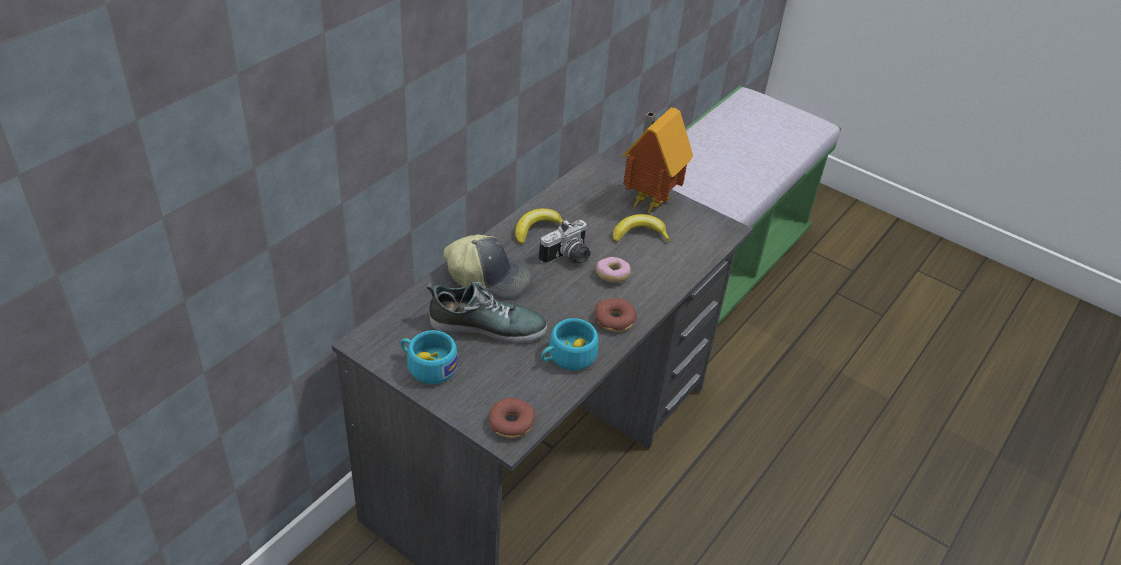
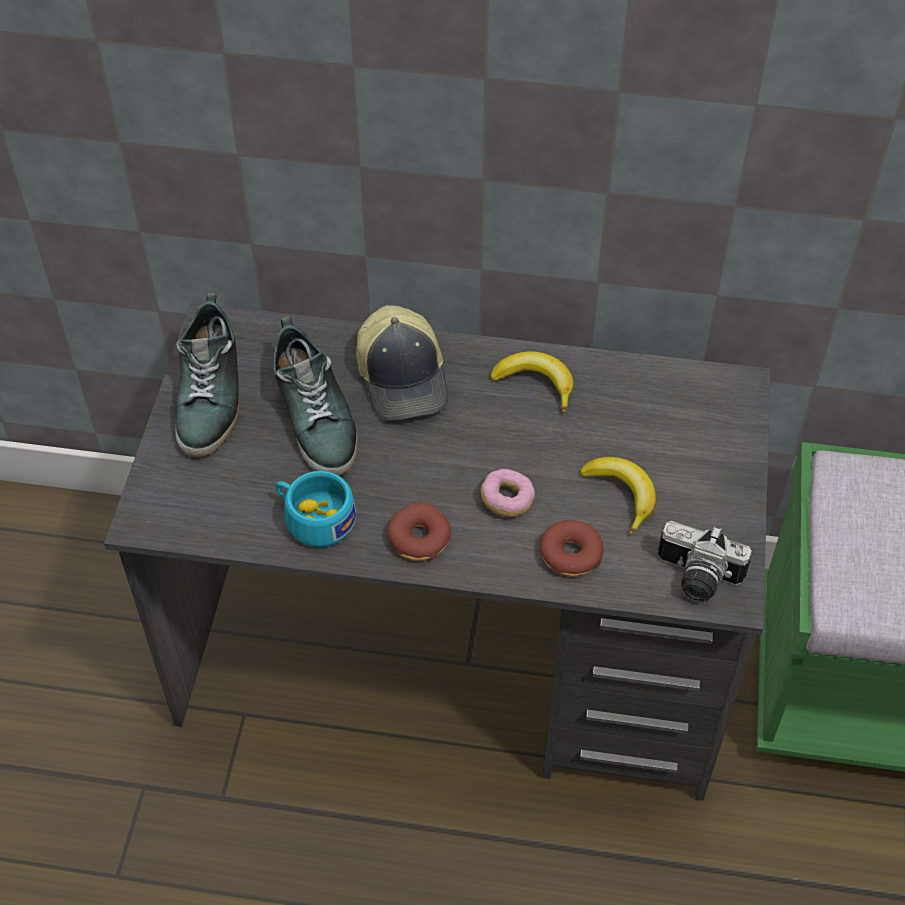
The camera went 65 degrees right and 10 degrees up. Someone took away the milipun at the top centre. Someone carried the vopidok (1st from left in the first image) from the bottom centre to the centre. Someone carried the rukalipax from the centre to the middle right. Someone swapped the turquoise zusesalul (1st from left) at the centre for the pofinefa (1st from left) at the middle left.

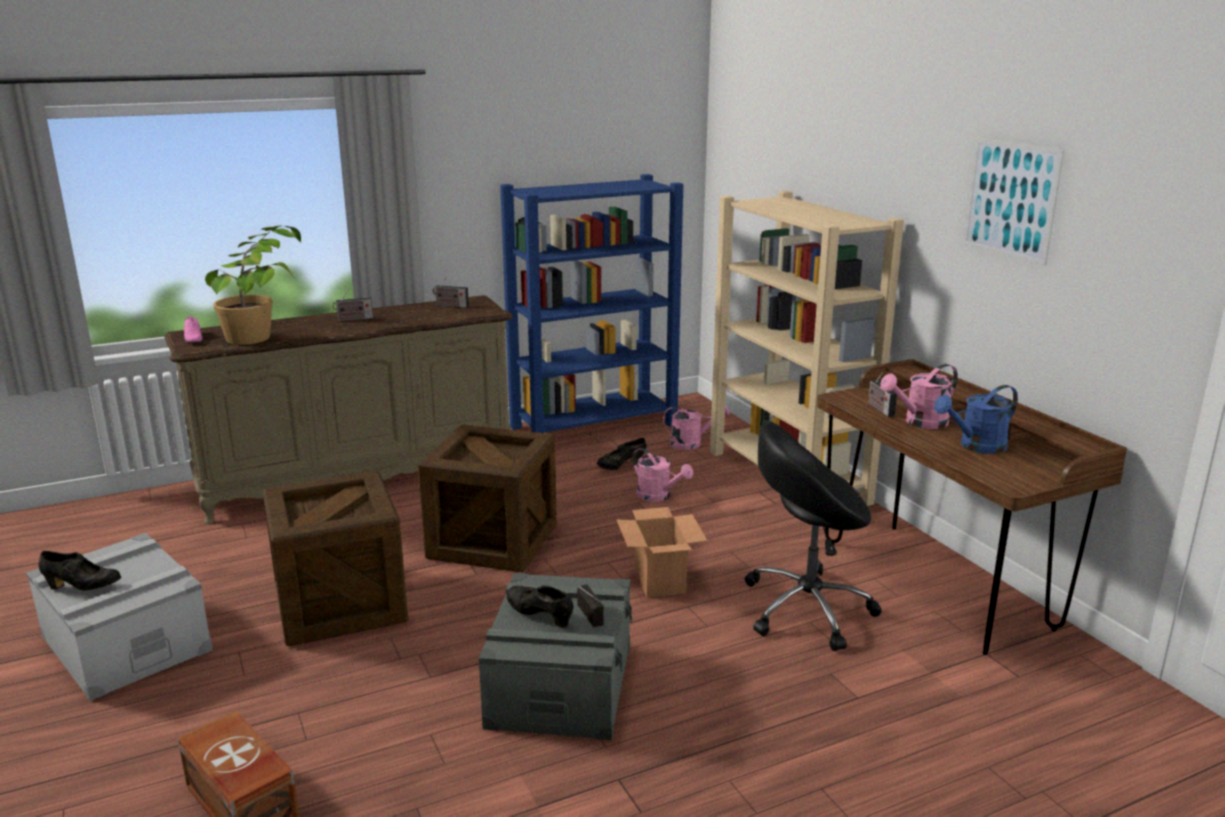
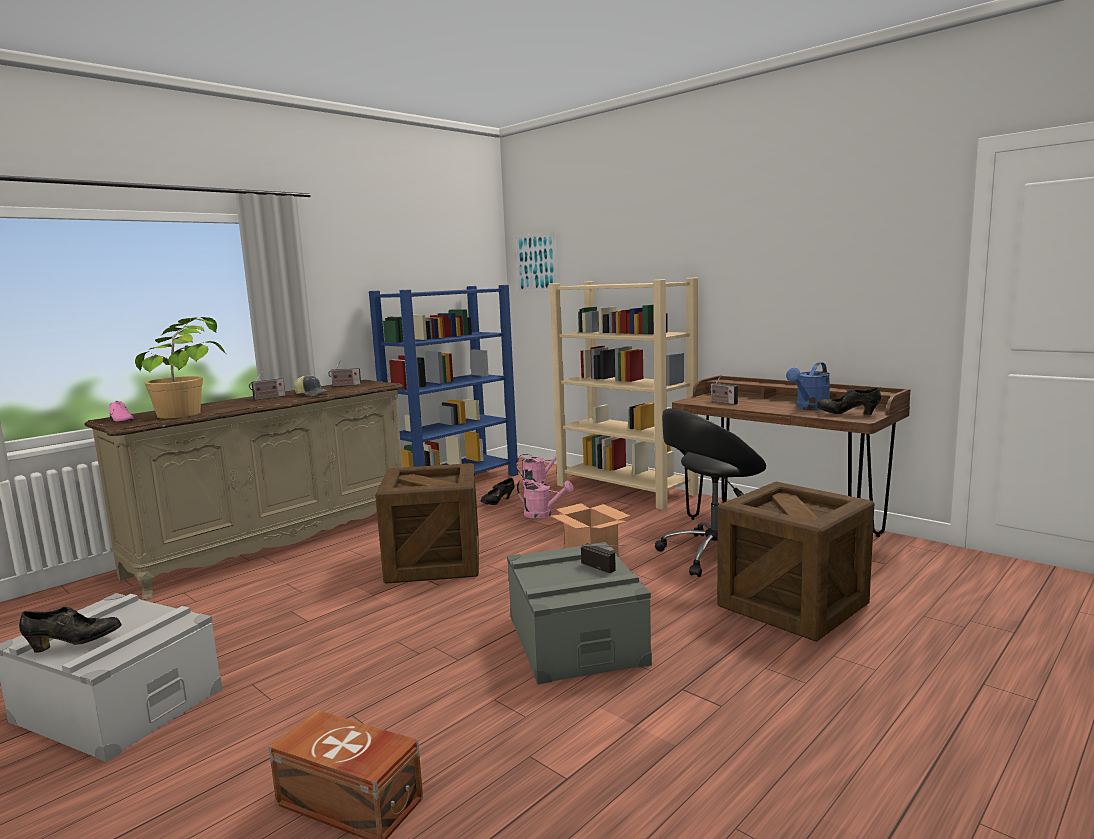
The camera went 20 degrees left and 10 degrees down. Someone took away the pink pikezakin (3rd from left) at the middle right. Someone put down the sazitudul at the middle left. Someone carried the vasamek (1st from left in the first image) from the bottom left to the bottom right. Someone carried the black pofinefa (2nd from left in the first image) from the bottom centre to the middle right. Someone carried the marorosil from the top right to the top centre.

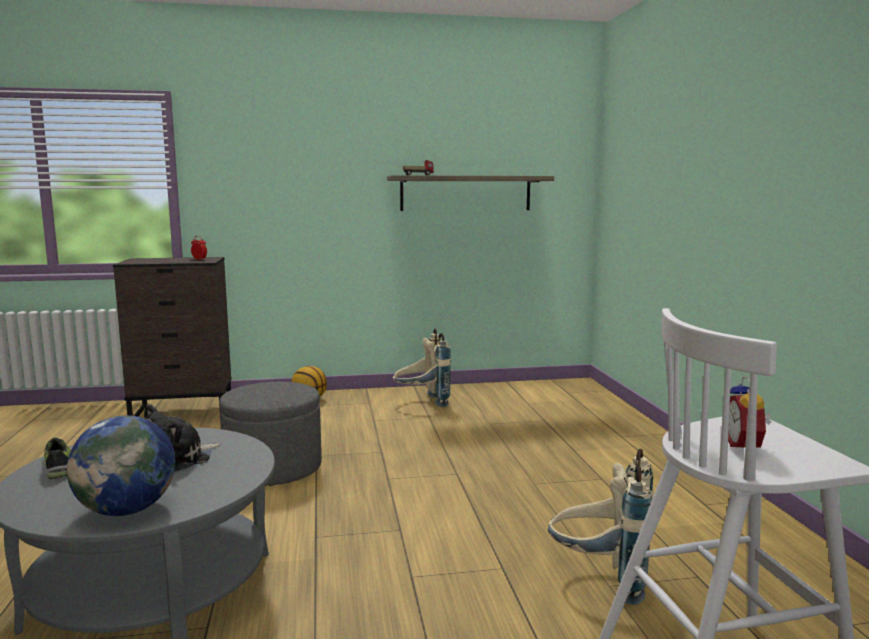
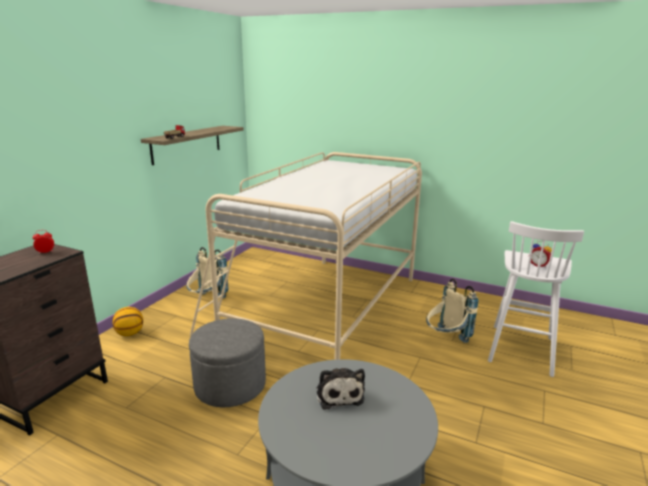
The camera went 55 degrees left and 10 degrees up. Someone took away the pofinefa at the bottom left. Someone took away the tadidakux at the bottom left. Someone put down the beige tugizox at the centre.

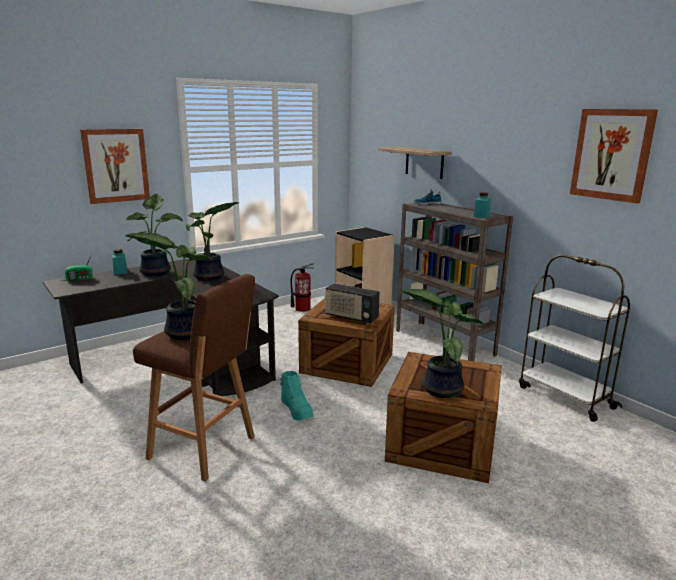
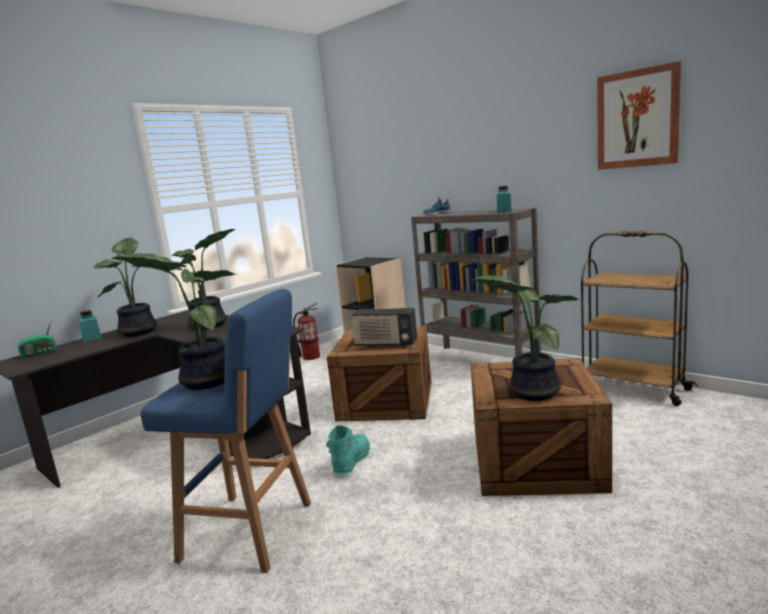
The camera went 10 degrees left and 5 degrees down. Someone took away the marorosil (1st from left) at the top left. Someone took away the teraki at the top centre. Someone repainted the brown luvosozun at the middle left, which became the blue luvosozun at the bottom left. Someone repainted the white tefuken at the middle right, which became the brown tefuken at the middle right. Someone rotated the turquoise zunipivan at the bottom centre by 120 degrees counterclockwise.

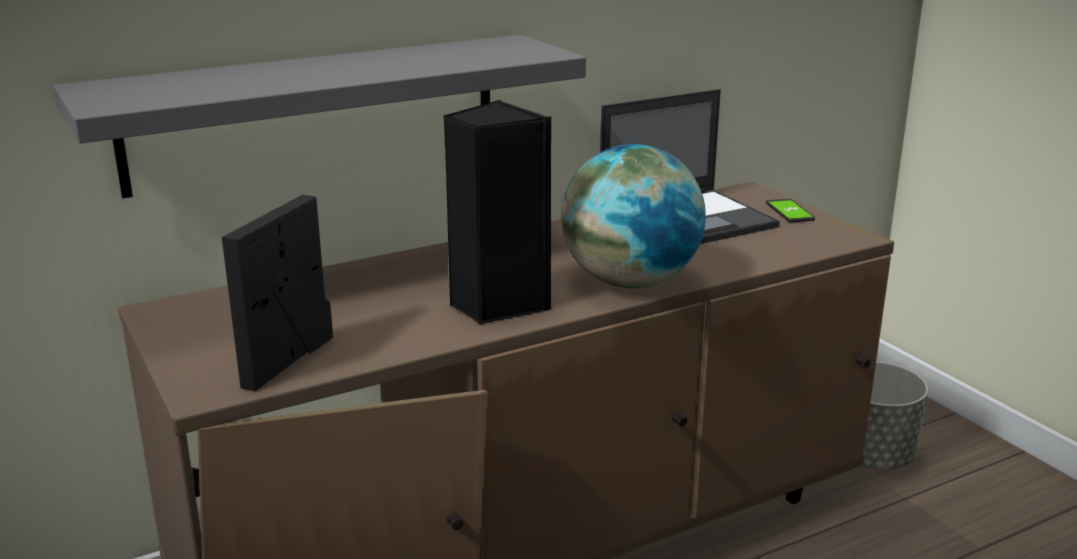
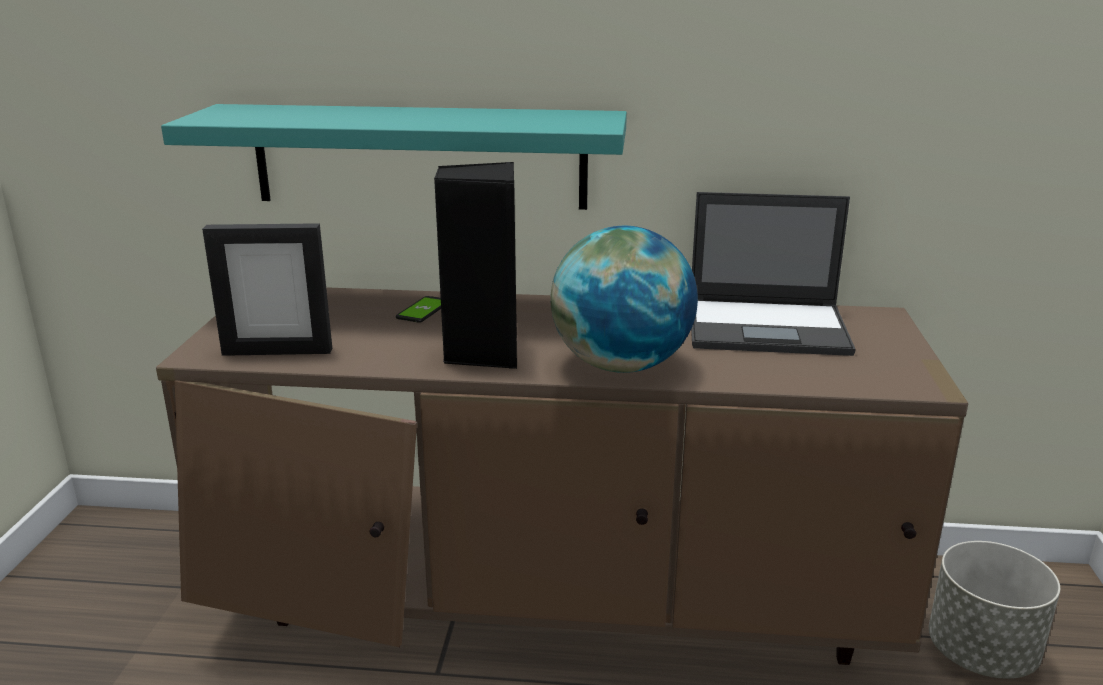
The camera went 35 degrees right and 0 degrees up. Someone carried the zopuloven from the middle right to the centre. Someone repainted the grey teraki at the top left, which became the turquoise teraki at the top centre. Someone rotated the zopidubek at the middle left by 150 degrees counterclockwise.

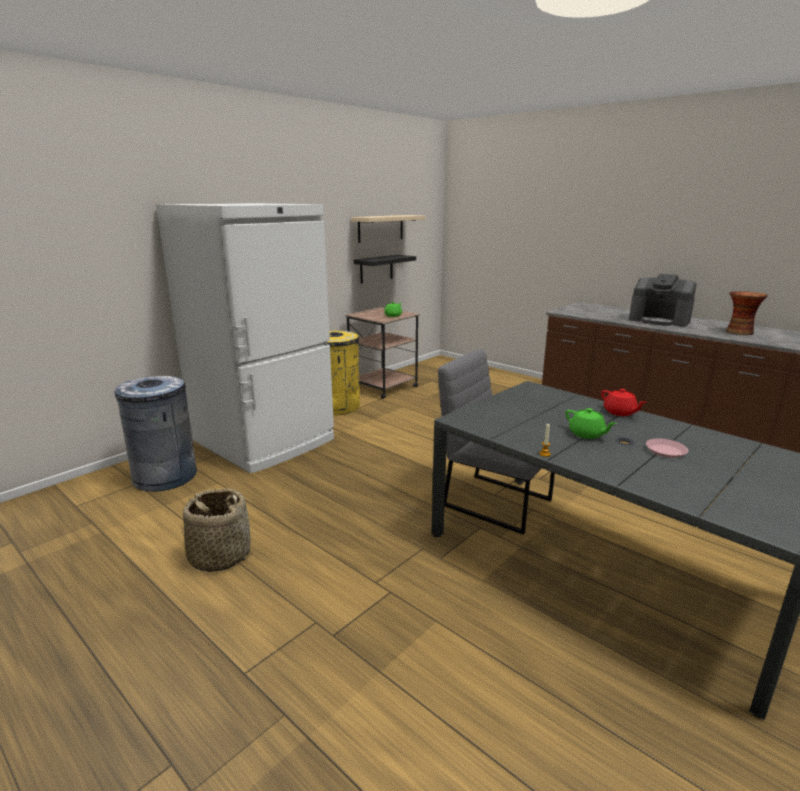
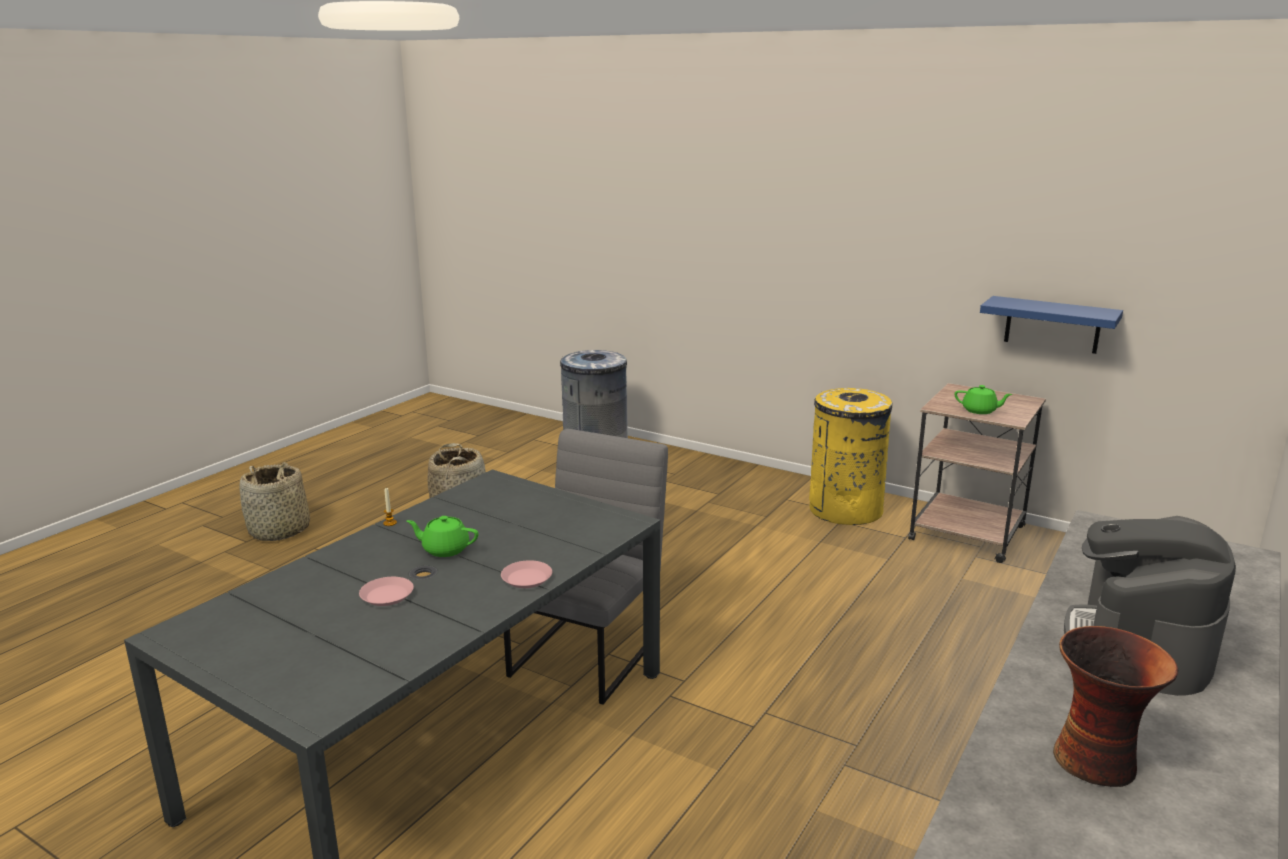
The camera went 80 degrees right and 0 degrees up. Someone took away the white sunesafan at the middle left. Someone took away the beige teraki at the top centre. Someone put down the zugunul (1st from left) at the middle left. Someone swapped the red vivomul at the middle right for the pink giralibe (2nd from left) at the bottom centre. Someone repainted the black teraki at the centre, which became the blue teraki at the middle right. Someone rotated the green vivomul (2nd from left in the first image) at the middle right by 60 degrees clockwise.

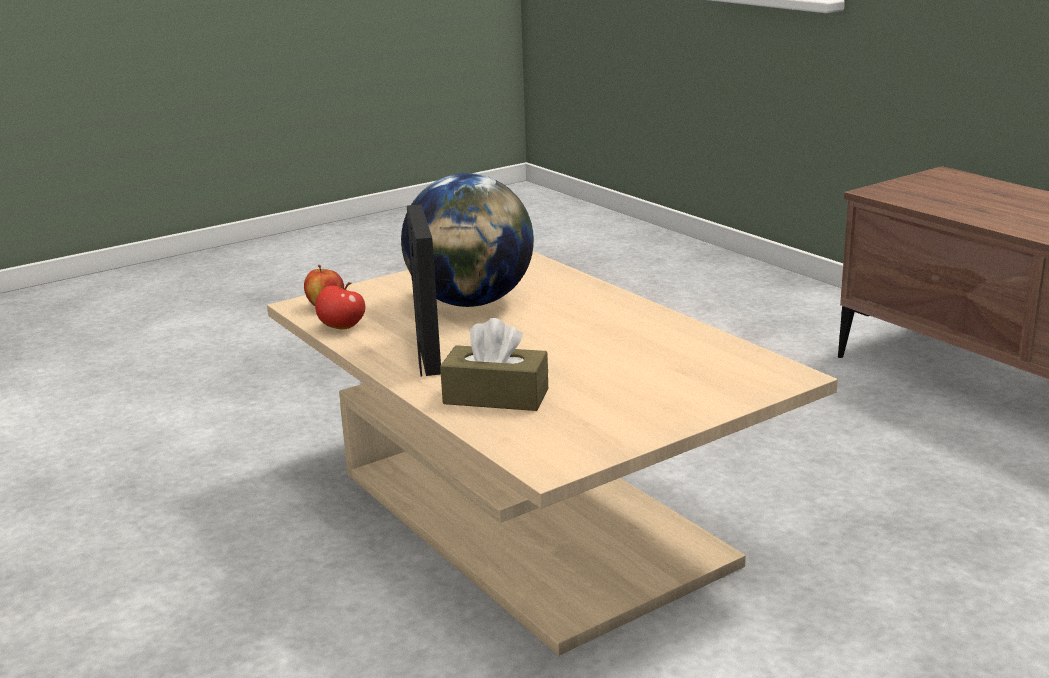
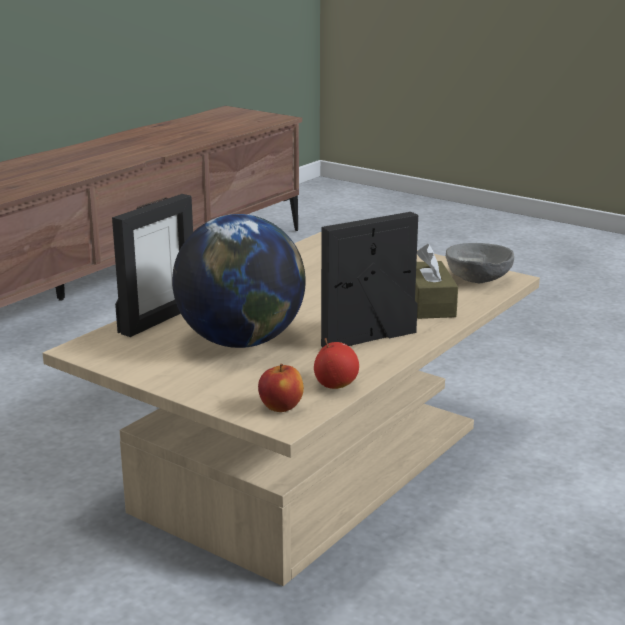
The camera went 110 degrees left and 0 degrees up. Someone put down the zopidubek (1st from left) at the middle left. Someone put down the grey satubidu at the middle right.

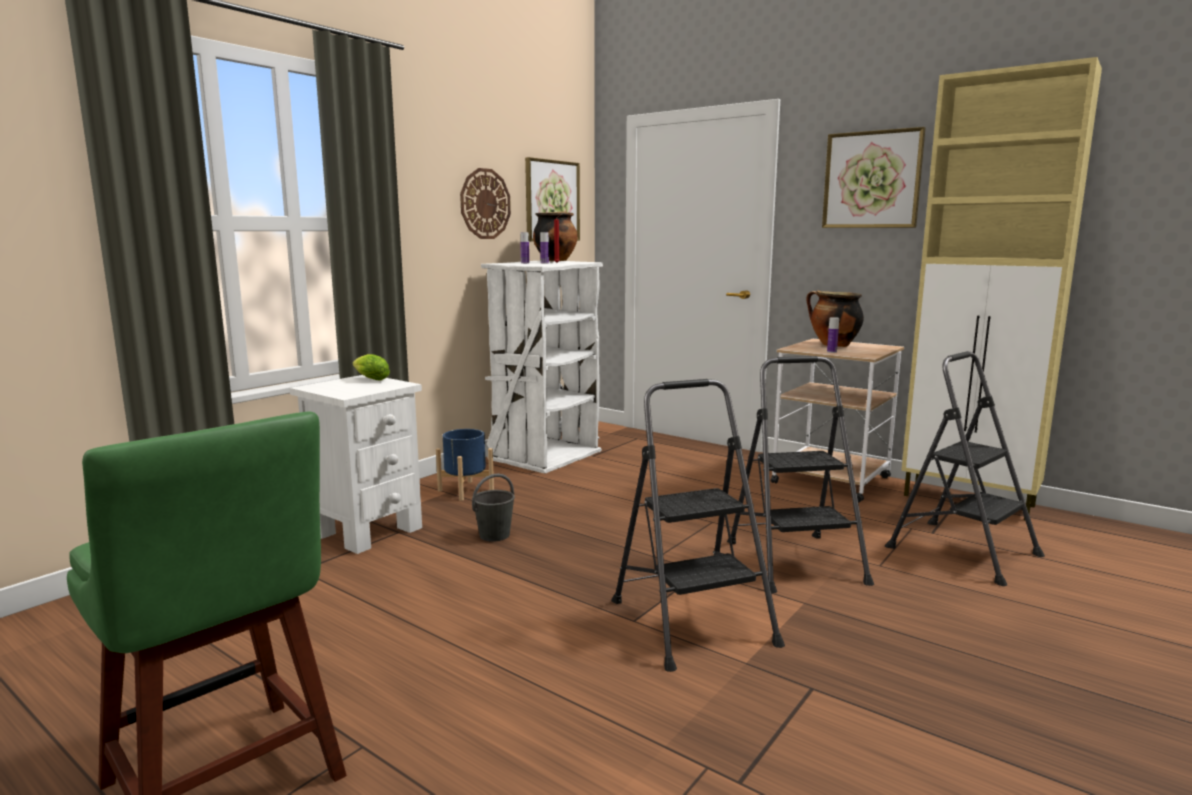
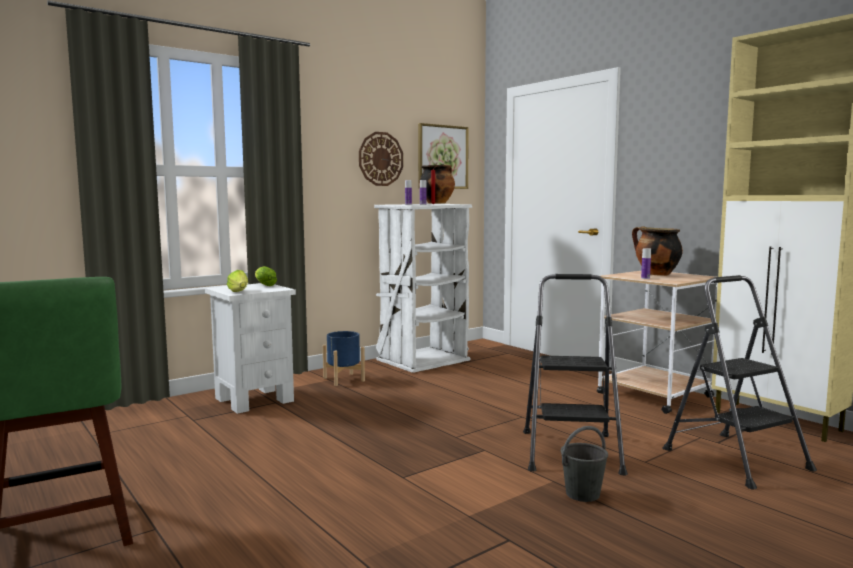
The camera went 15 degrees right and 5 degrees down. Someone took away the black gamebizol (1st from left) at the centre. Someone took away the marorosil (2nd from left) at the top right. Someone put down the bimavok (1st from left) at the middle left. Someone carried the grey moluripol from the centre to the bottom right.

